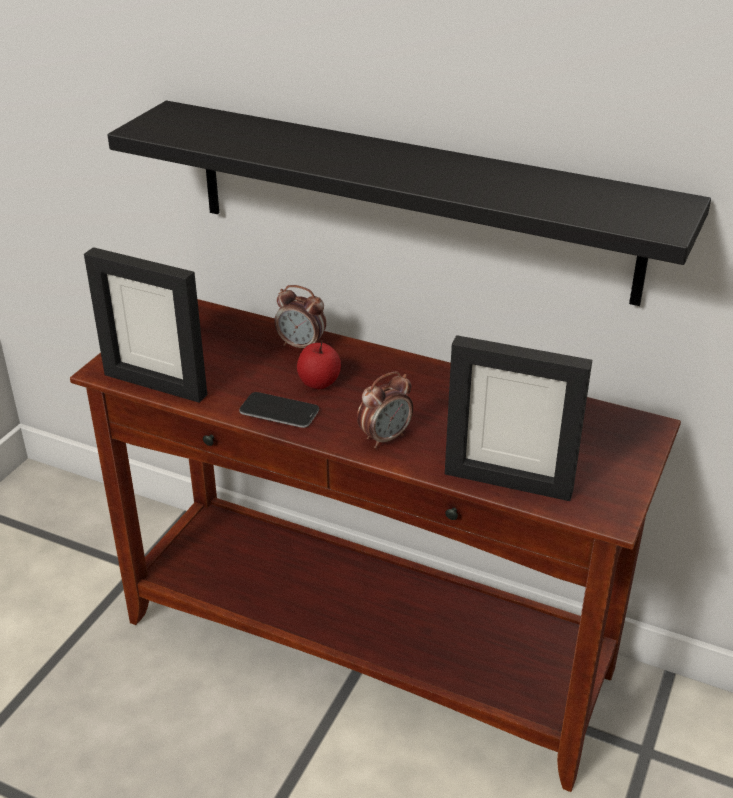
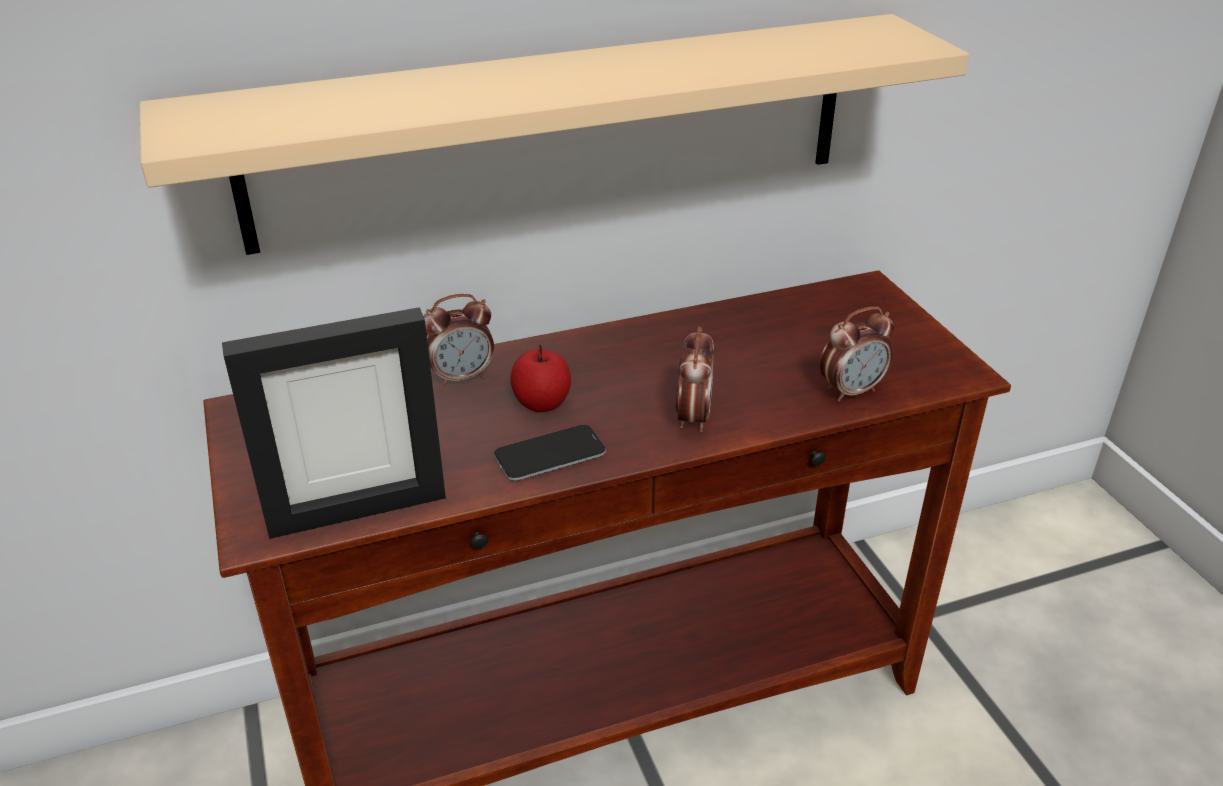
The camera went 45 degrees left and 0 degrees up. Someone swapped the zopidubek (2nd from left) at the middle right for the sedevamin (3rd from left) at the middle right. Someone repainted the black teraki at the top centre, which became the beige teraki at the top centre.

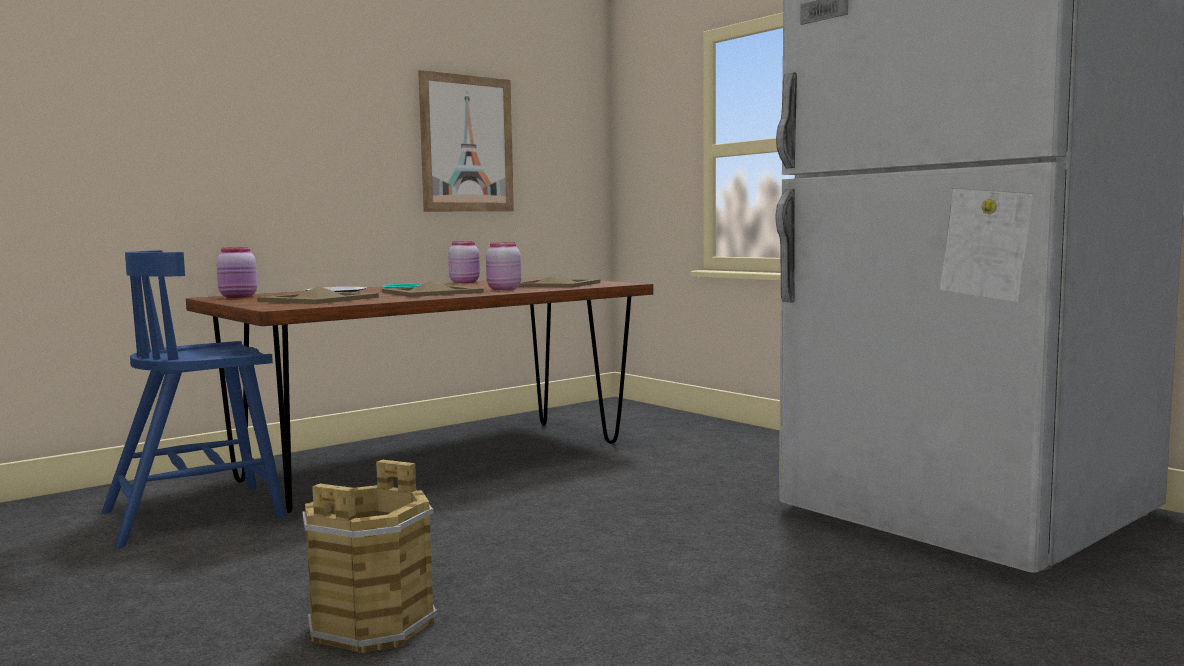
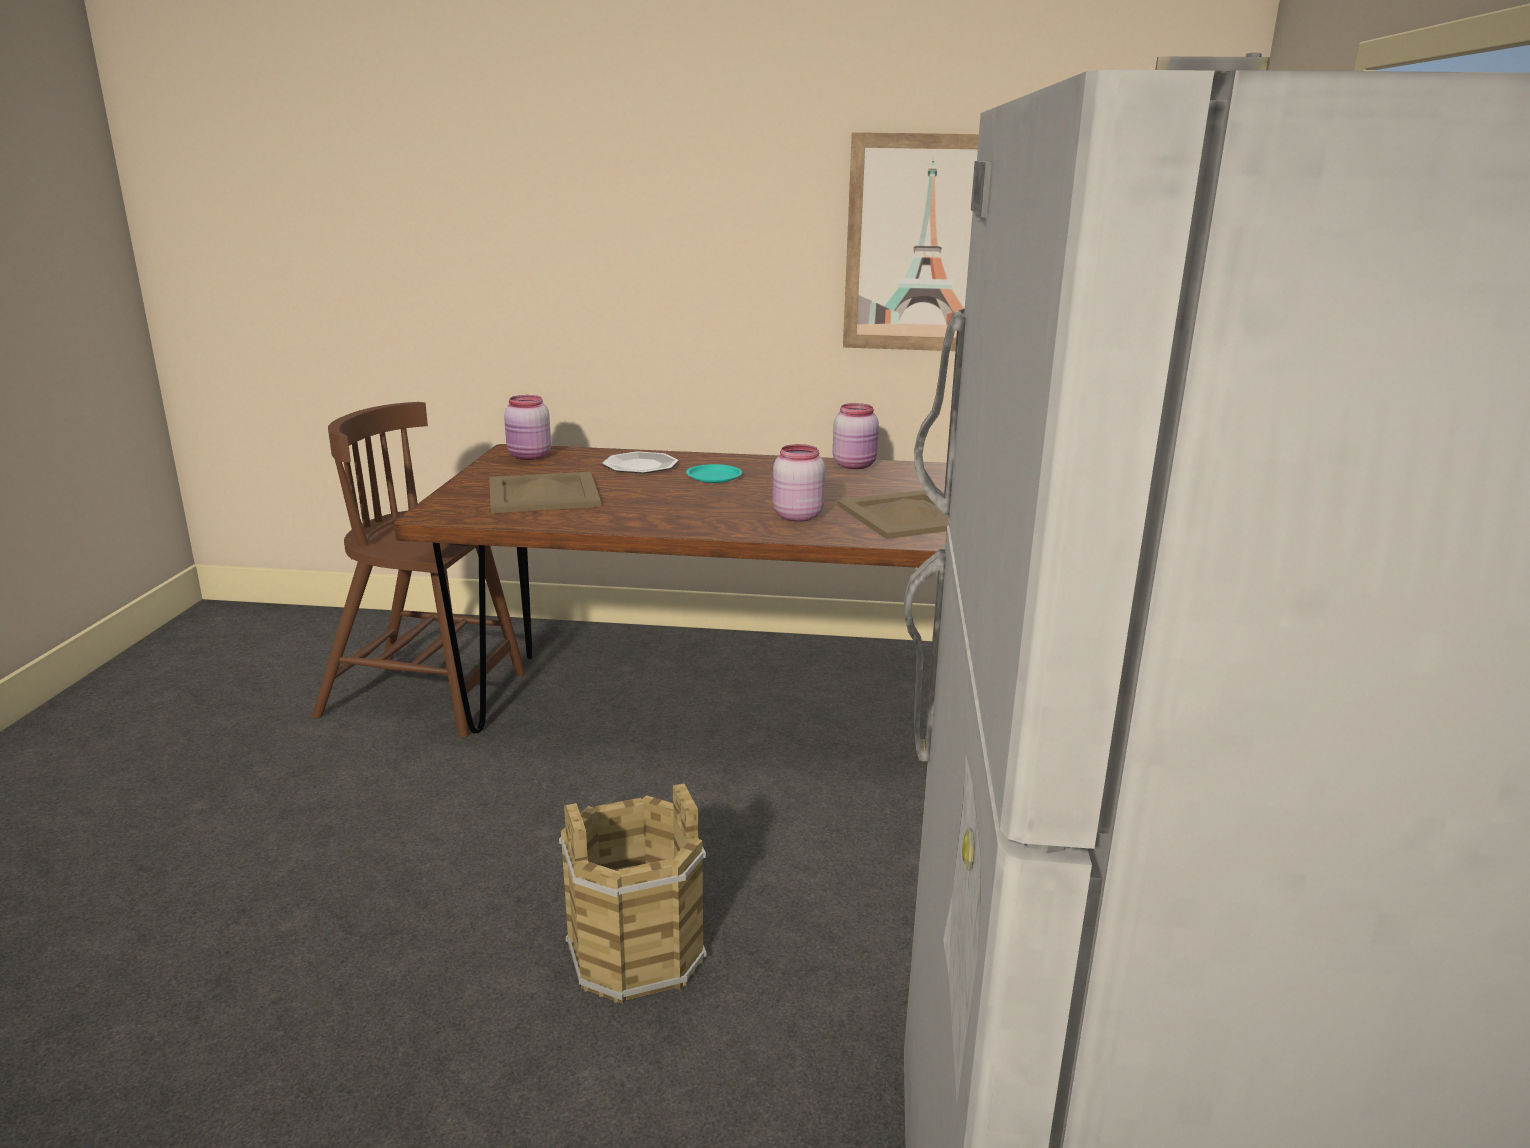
The camera went 45 degrees right and 15 degrees up. Someone took away the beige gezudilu (2nd from left) at the centre. Someone carried the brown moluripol from the bottom left to the bottom centre. Someone repainted the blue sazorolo at the middle left, which became the brown sazorolo at the middle left.

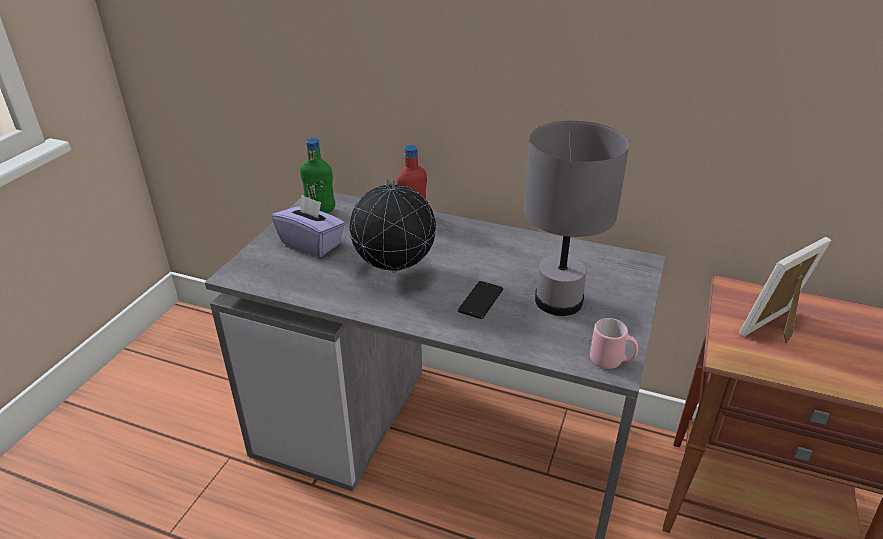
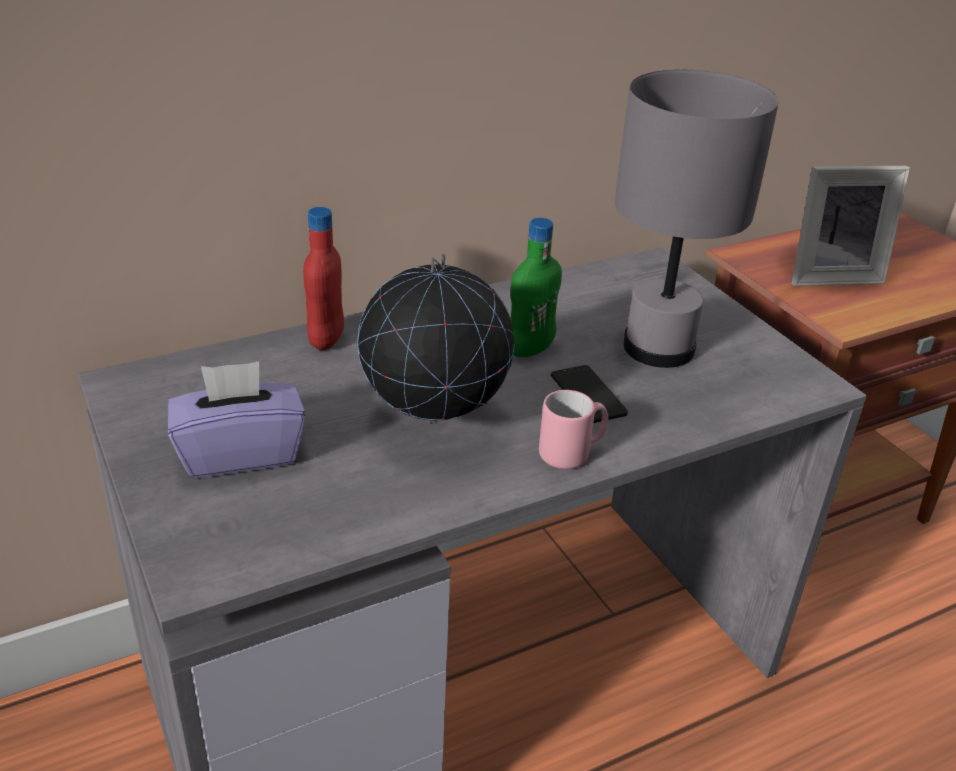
The camera went 50 degrees left and 0 degrees up. Someone carried the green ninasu from the top centre to the centre. Someone carried the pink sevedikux from the middle right to the centre. Someone rotated the zopidubek at the middle right by 105 degrees counterclockwise.

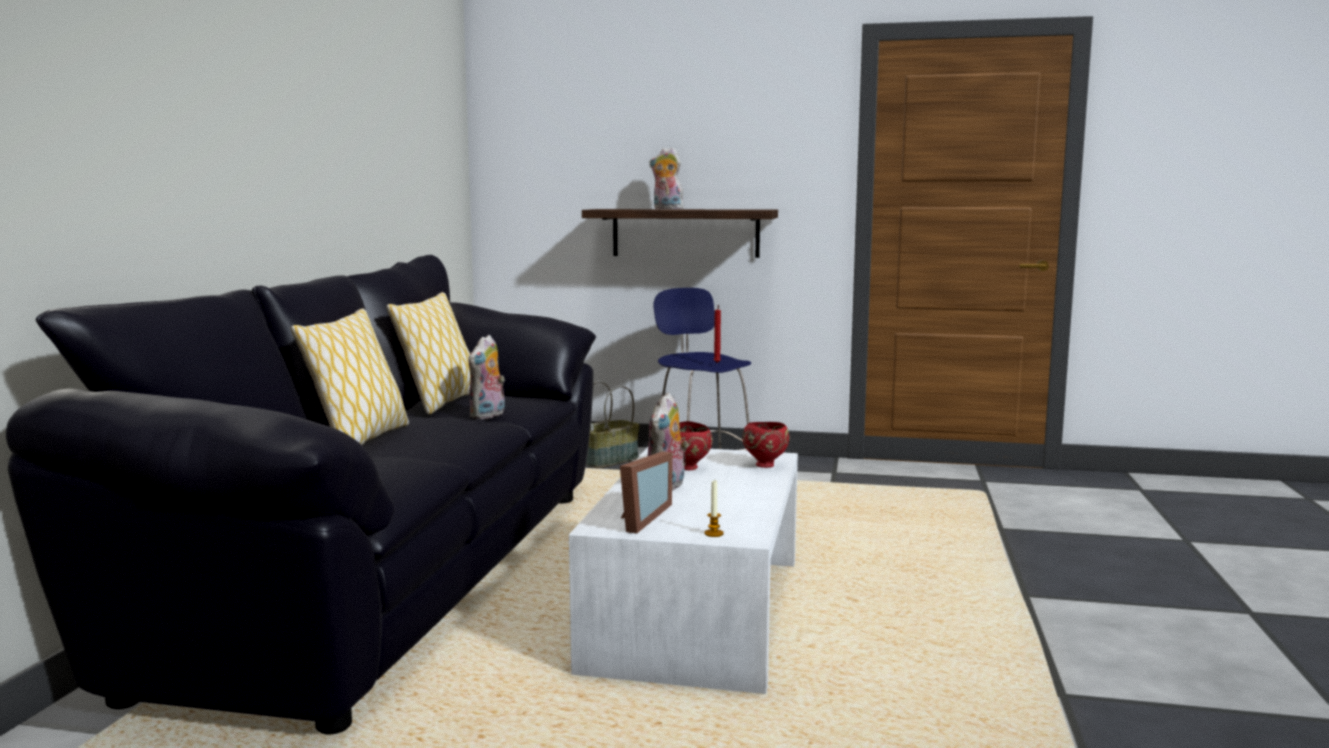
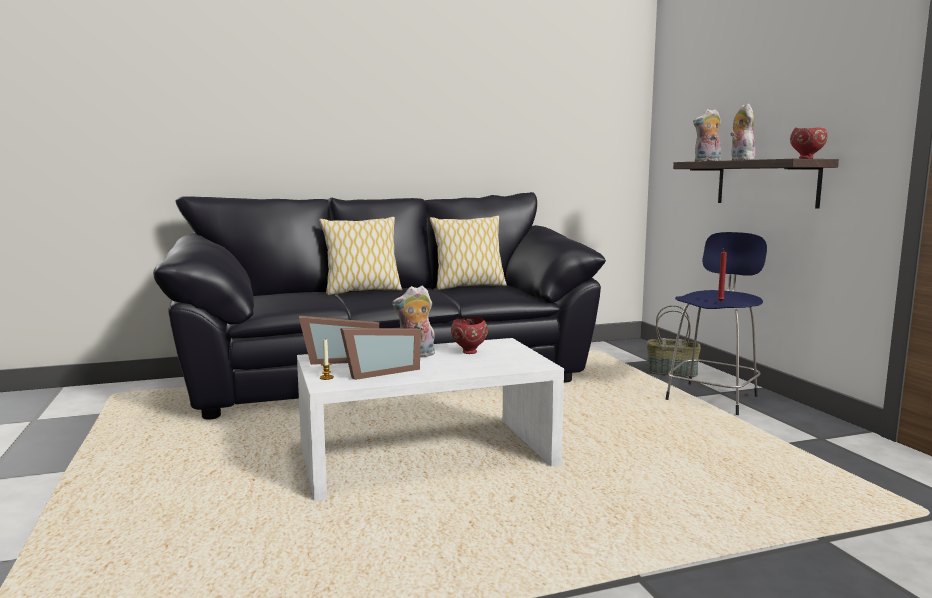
The camera went 60 degrees right and 0 degrees up. Someone put down the zopidubek (2nd from left) at the centre. Someone carried the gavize (1st from left in the first image) from the centre to the top right. Someone carried the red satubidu (2nd from left) from the centre to the top right.

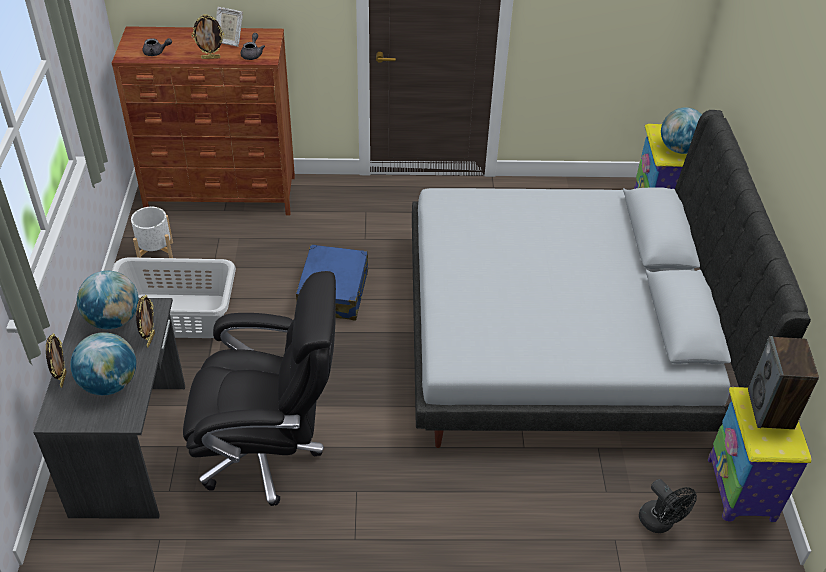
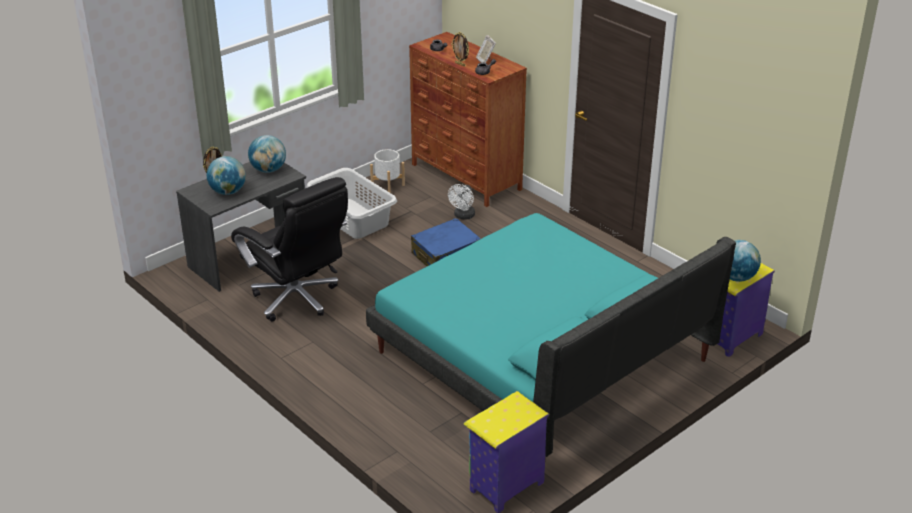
The camera went 50 degrees right and 10 degrees down. Someone took away the zopidubek (2nd from left) at the middle left. Someone took away the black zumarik at the bottom right. Someone took away the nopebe at the bottom right. Someone put down the white zumarik at the centre. Someone repainted the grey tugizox at the middle right, which became the turquoise tugizox at the centre.

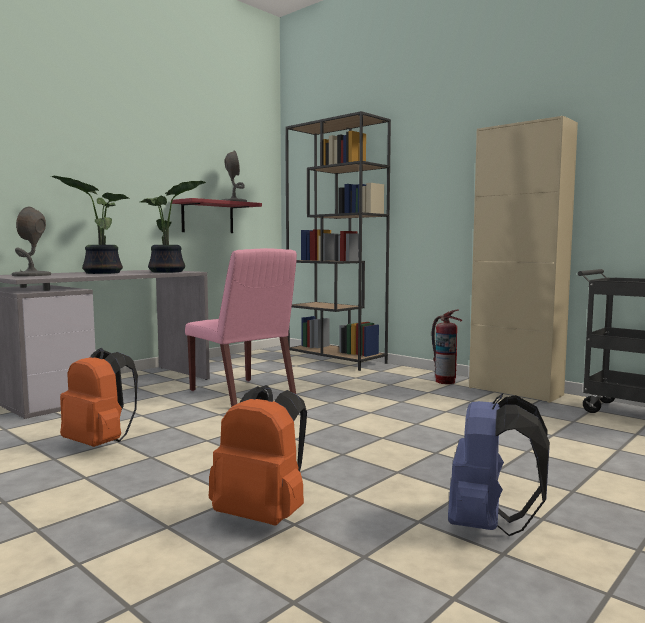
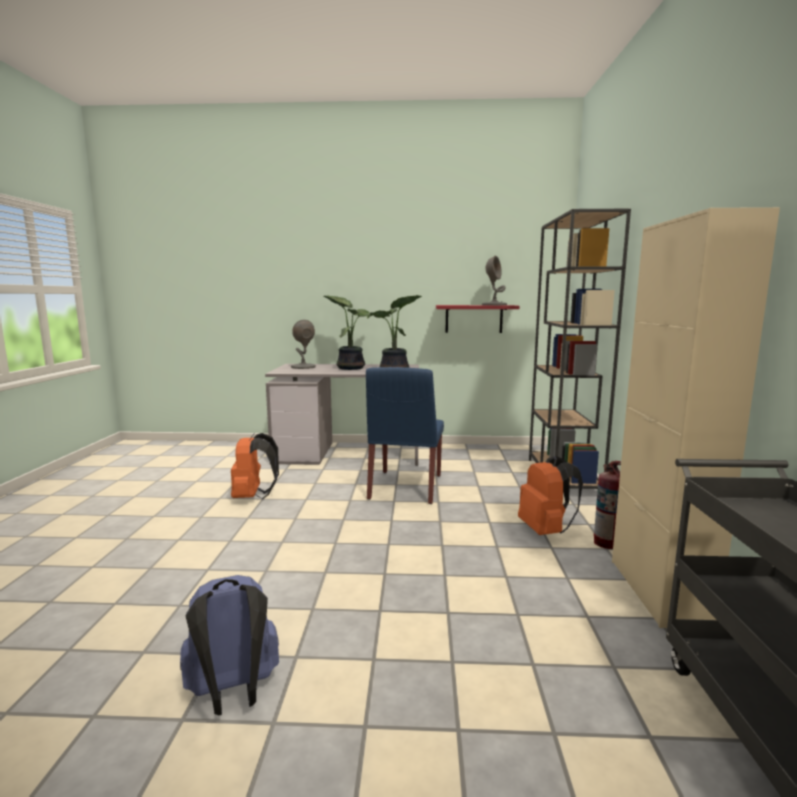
The camera went 50 degrees right and 5 degrees up. Someone carried the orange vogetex (2nd from left) from the bottom centre to the middle right. Someone repainted the pink sazorolo at the centre, which became the blue sazorolo at the centre.

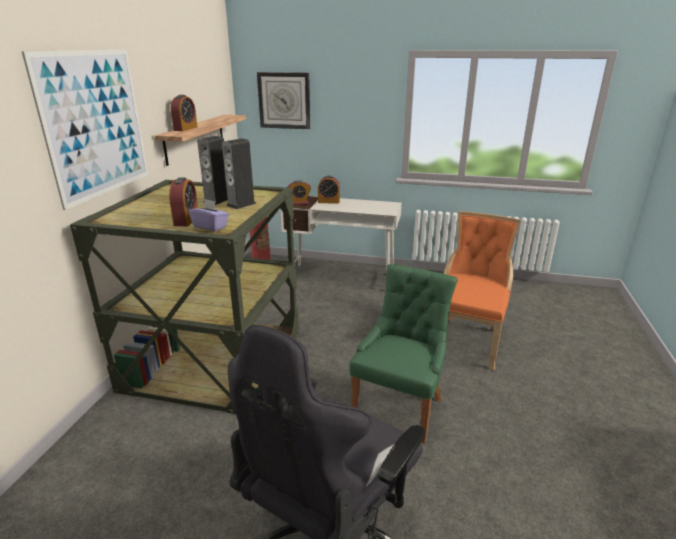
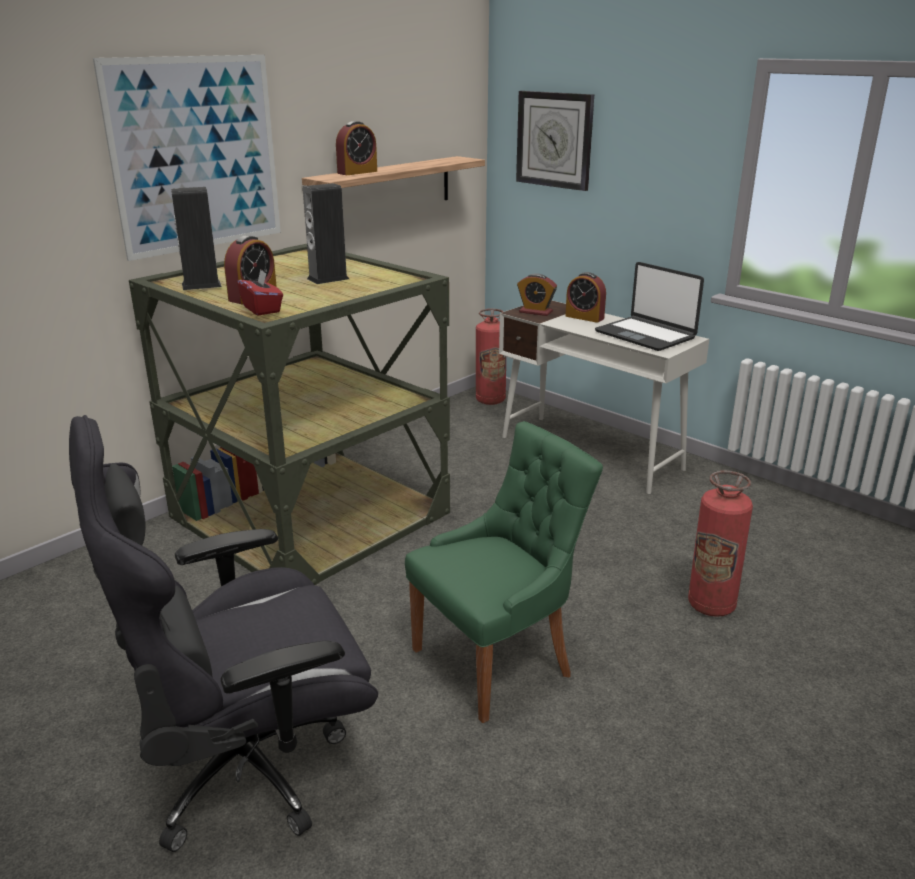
The camera went 30 degrees right and 0 degrees up. Someone put down the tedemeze at the middle right. Someone carried the nopebe (2nd from left in the first image) from the top centre to the top left. Someone swapped the orange sazorolo at the middle right for the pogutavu (2nd from left) at the middle right. Someone repainted the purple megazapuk at the middle left, which became the red megazapuk at the top left.

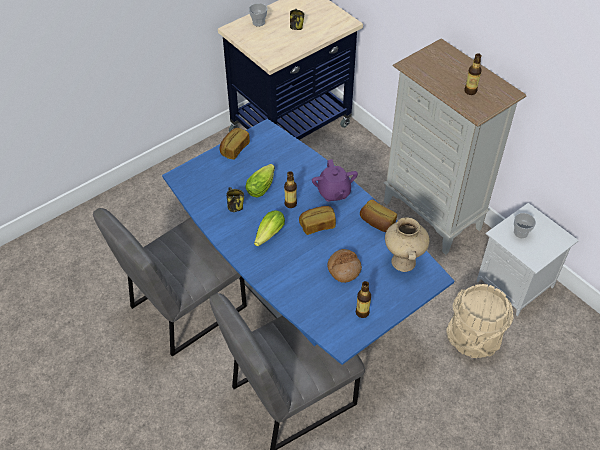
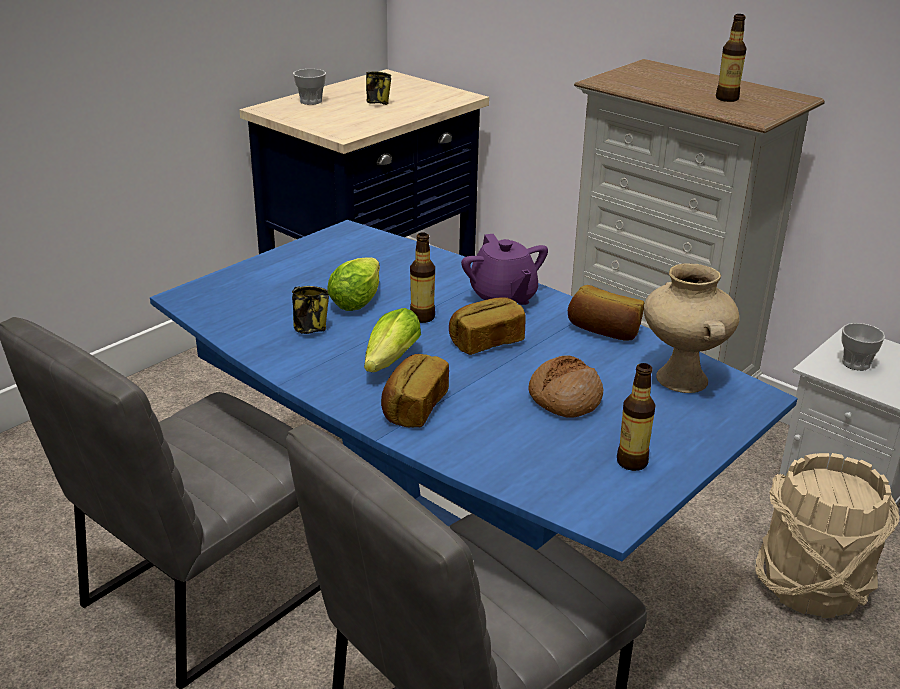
The camera went 10 degrees left and 20 degrees down. Someone carried the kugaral (1st from left) from the top centre to the centre.

